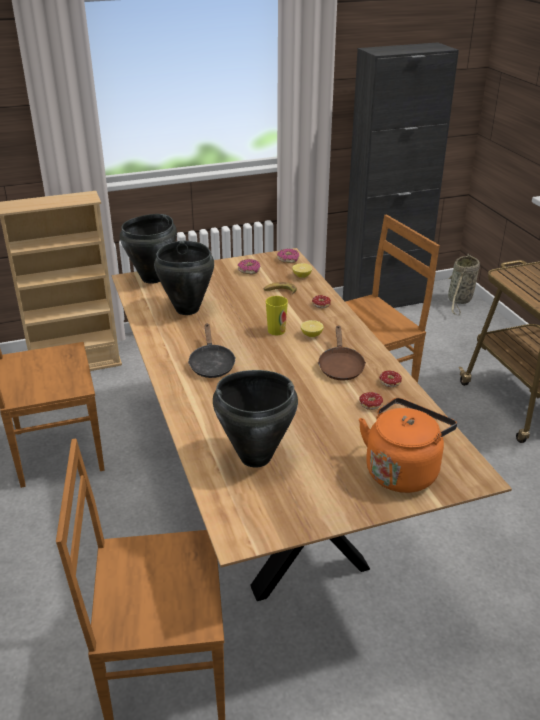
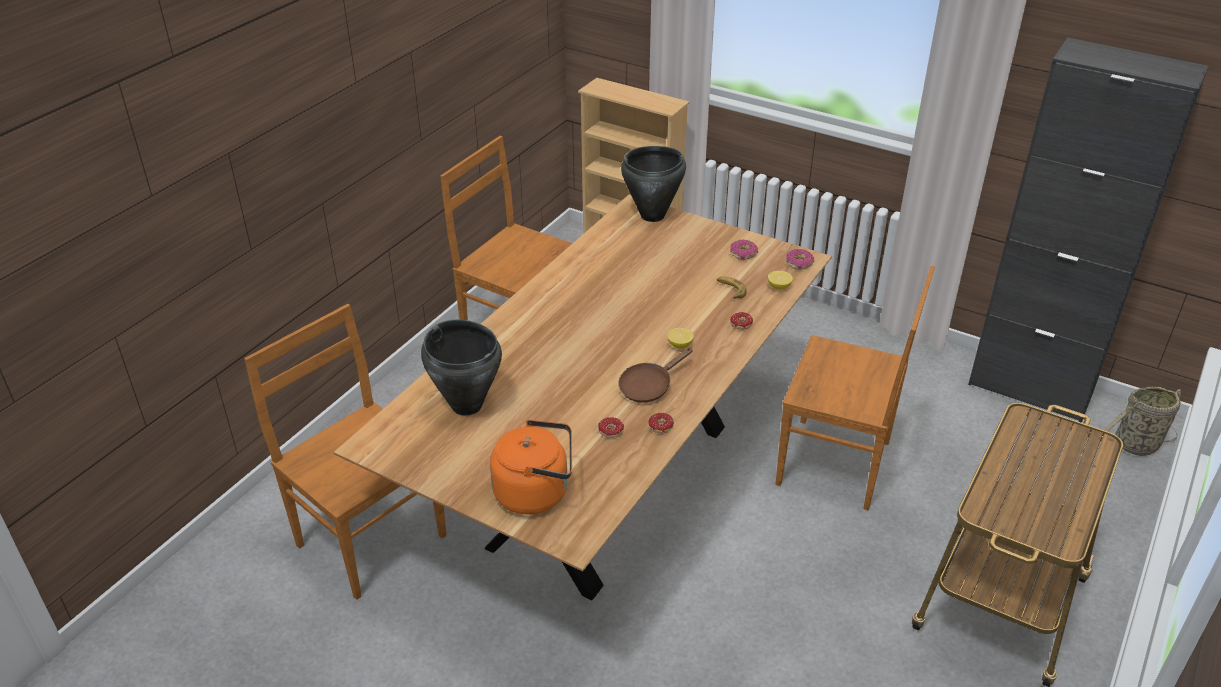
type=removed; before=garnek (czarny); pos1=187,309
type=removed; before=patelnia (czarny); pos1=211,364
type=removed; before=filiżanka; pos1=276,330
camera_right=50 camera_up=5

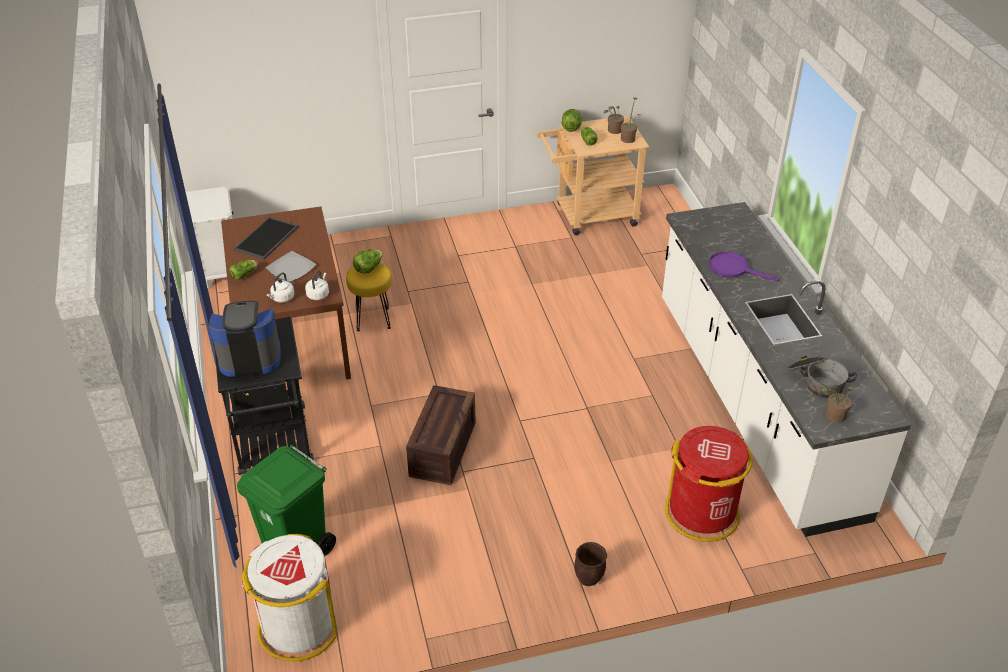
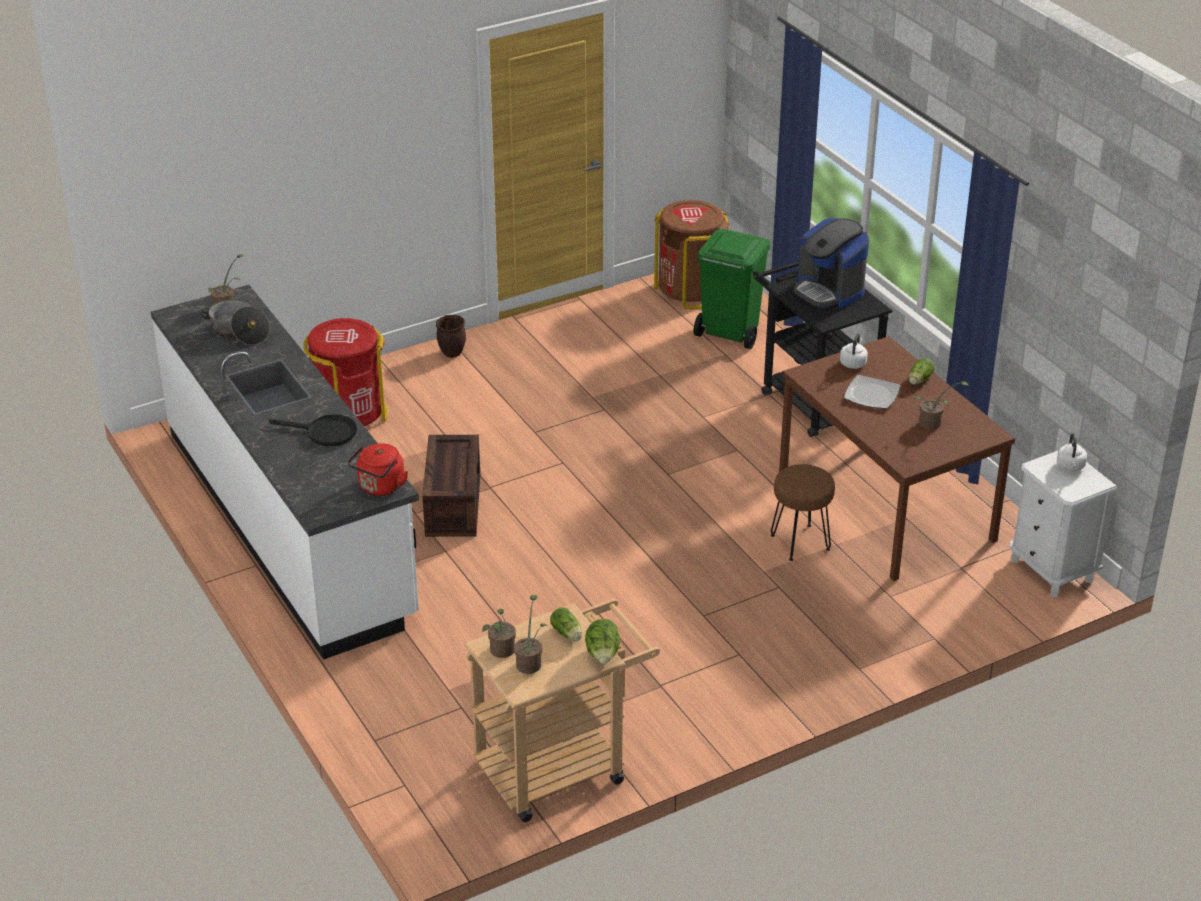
type=turned; before=ekspres do kawy; pos1=249,358; pos2=829,291; turn=75
type=replaced; before=taca; after=roślina doniczkowa; pos1=267,239; pos2=933,424
type=recoloured; before=kosz na śmieci (biały); after=kosz na śmieci (brązowy); pos1=297,626; pos2=690,290
type=moved; before=czajnik (biały); pos1=318,294; pos2=1070,467
type=recoloured; before=stołek (żółty); after=stołek (brązowy); pos1=373,319; pos2=799,542
type=removed; before=sałata; pos1=368,268
type=moved; before=skrzynka; pos1=443,450; pos2=451,504
type=recoloured; before=patelnia (fioletowy); after=patelnia (czarny); pos1=733,269; pos2=324,433
type=added; after=czajnik (czerwony); pos2=380,487
camera_right=165 camera_up=-5

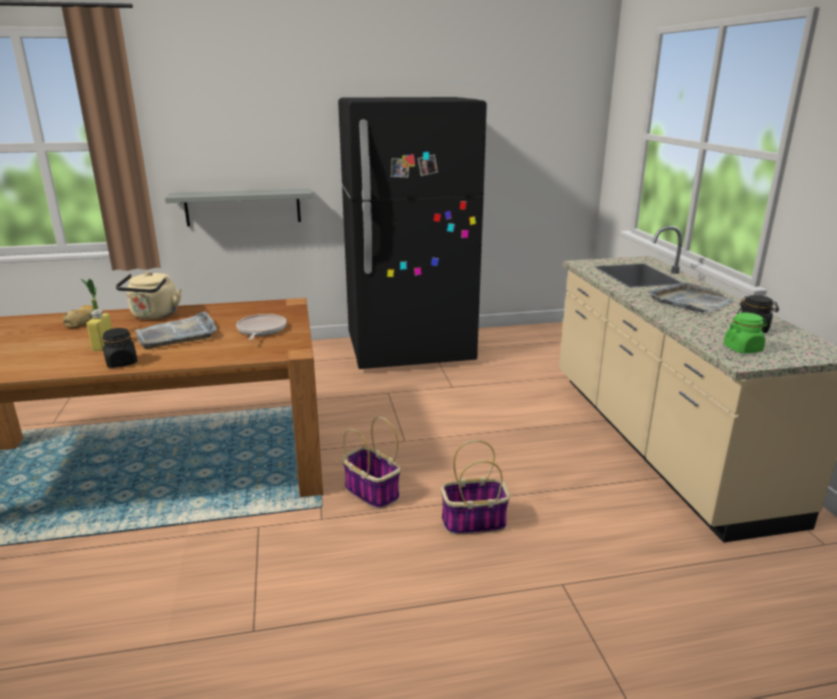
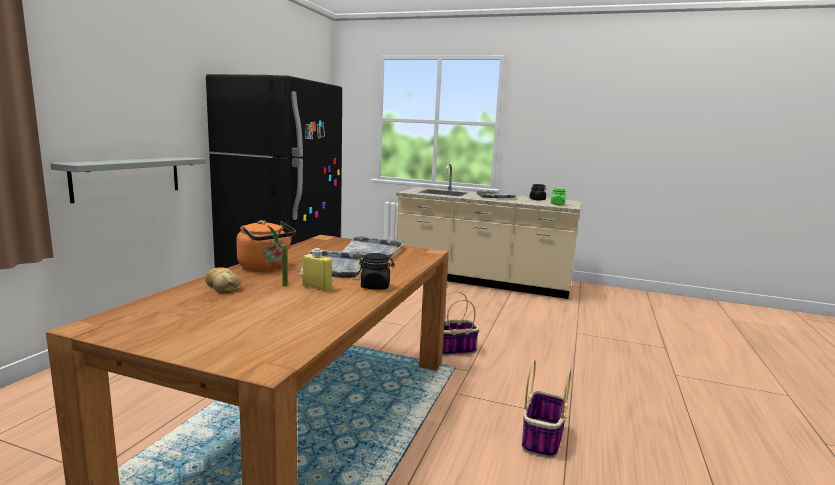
type=recoloured; before=czajnik (beżowy); after=czajnik (pomarańczowy); pos1=154,316; pos2=265,267
type=replaced; before=patelnia; after=taca (szary); pos1=261,330; pos2=372,251
type=moved; before=koszyk; pos1=473,522; pos2=542,439
camera_right=-60 camera_up=-10

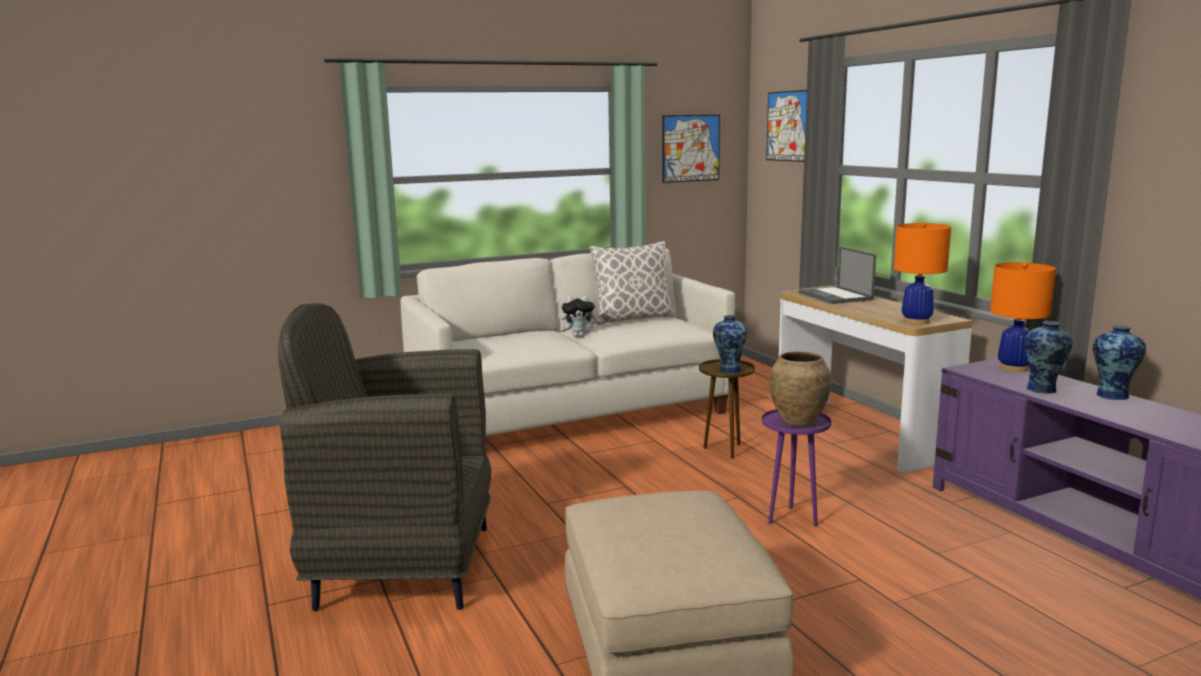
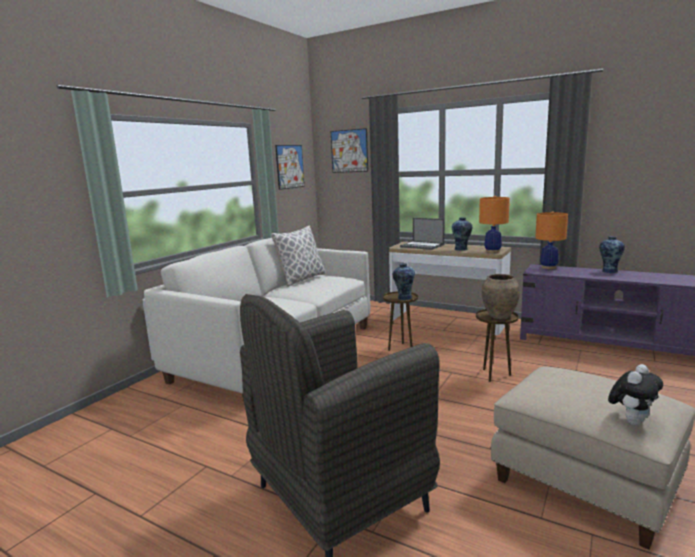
type=moved; before=pluszak; pos1=579,336; pos2=632,421
type=recoloured; before=stolik (fioletowy); after=stolik (brązowy); pos1=792,518; pos2=494,375
type=moved; before=wazon; pos1=1043,390; pos2=461,249
camera_right=-35 camera_up=0

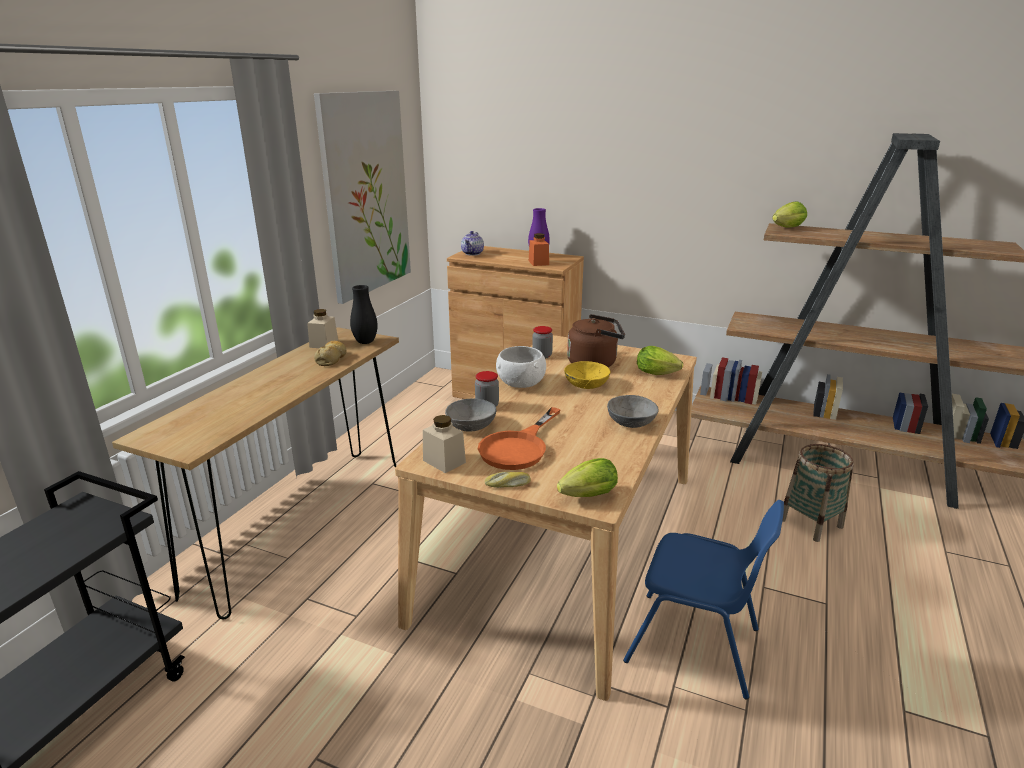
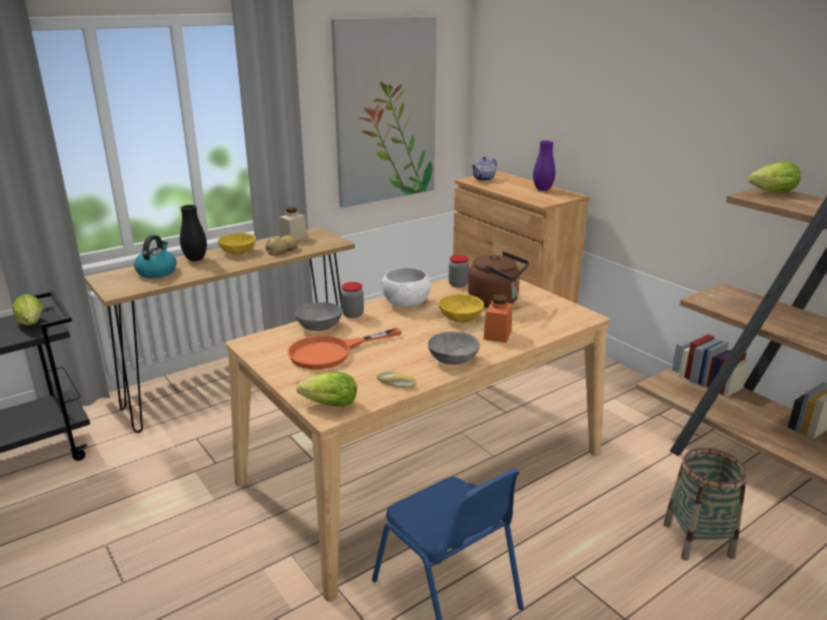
type=moved; before=wazon (czarny); pos1=365,342; pos2=195,259
type=removed; before=słoik (beżowy); pos1=444,461
type=moved; before=chleb; pos1=507,485; pos2=396,384
type=moved; before=słoik (pomarańczowy); pos1=538,263; pos2=497,334
type=moved; before=sałata; pos1=659,374; pos2=32,324
type=added; after=czajnik; pos2=157,272
type=added; after=miska (żółty); pos2=238,251
camera_right=30 camera_up=0

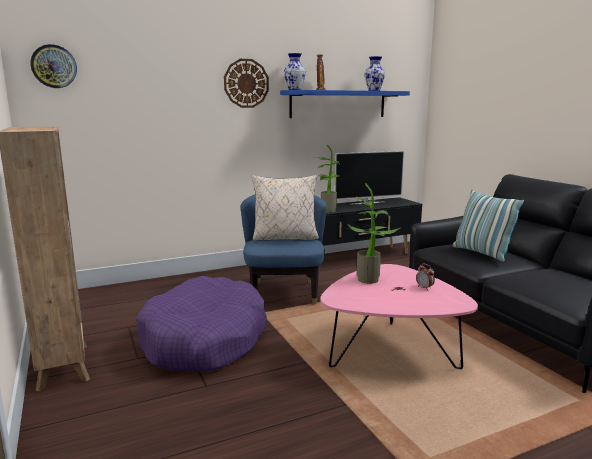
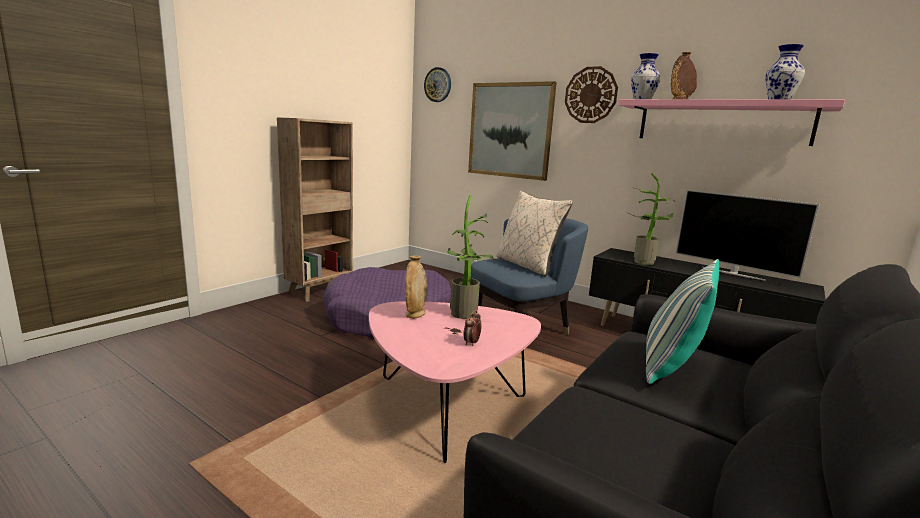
type=recoloured; before=półka (niebieski); after=półka (różowy); pos1=338,104; pos2=722,122
type=added; after=wazon (beżowy); pos2=415,314
type=added; after=obraz; pos2=510,130
camera_right=60 camera_up=0

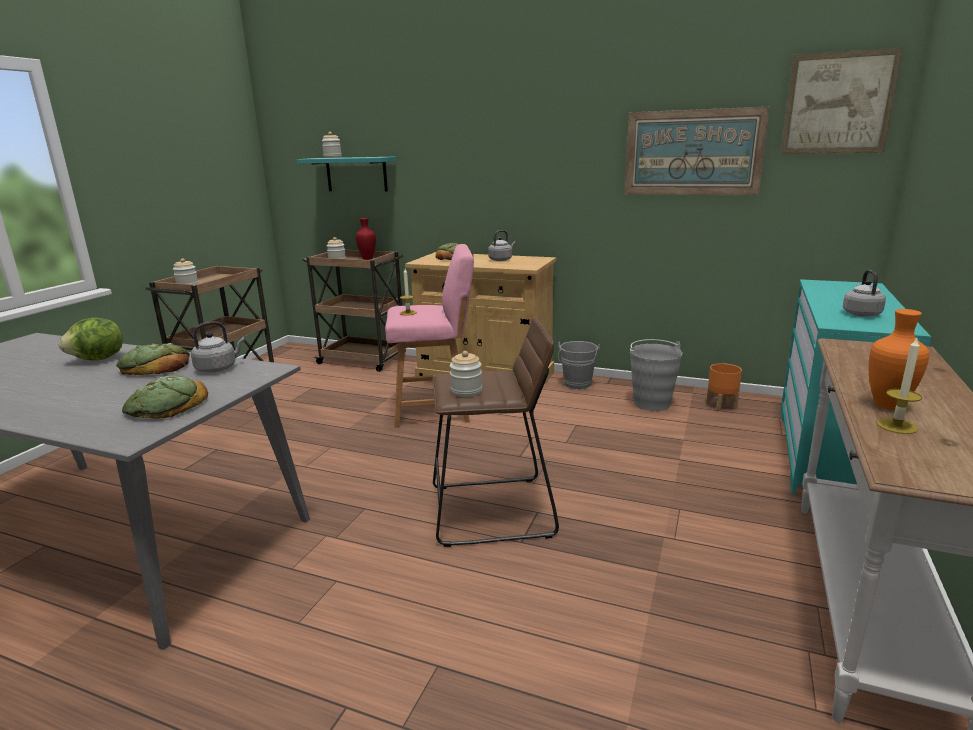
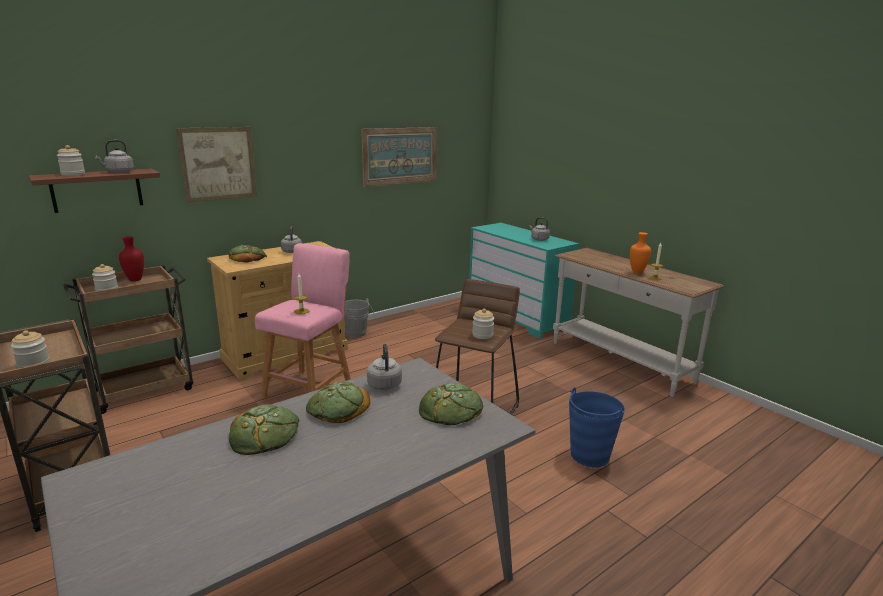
type=replaced; before=sałata; after=chleb; pos1=98,359; pos2=264,434
type=recoloured; before=półka (turkusowy); after=półka (brązowy); pos1=356,174; pos2=97,190
type=removed; before=wiadro (szary); pos1=651,403
type=removed; before=donica (pomarańczowy); pos1=722,405
type=moved; before=obraz; pos1=838,103; pos2=218,164
type=added; after=czajnik (szary); pos2=118,172
type=added; after=wiadro (niebieski); pos2=589,455
camera_right=-60 camera_up=0

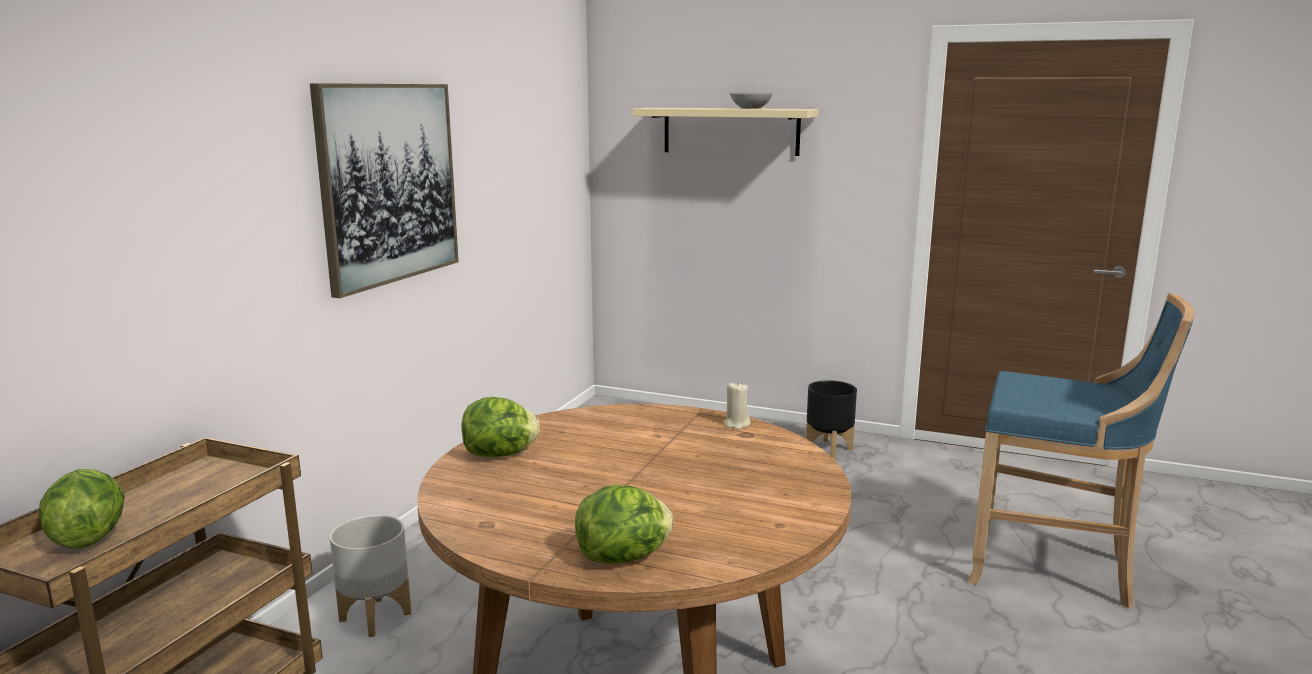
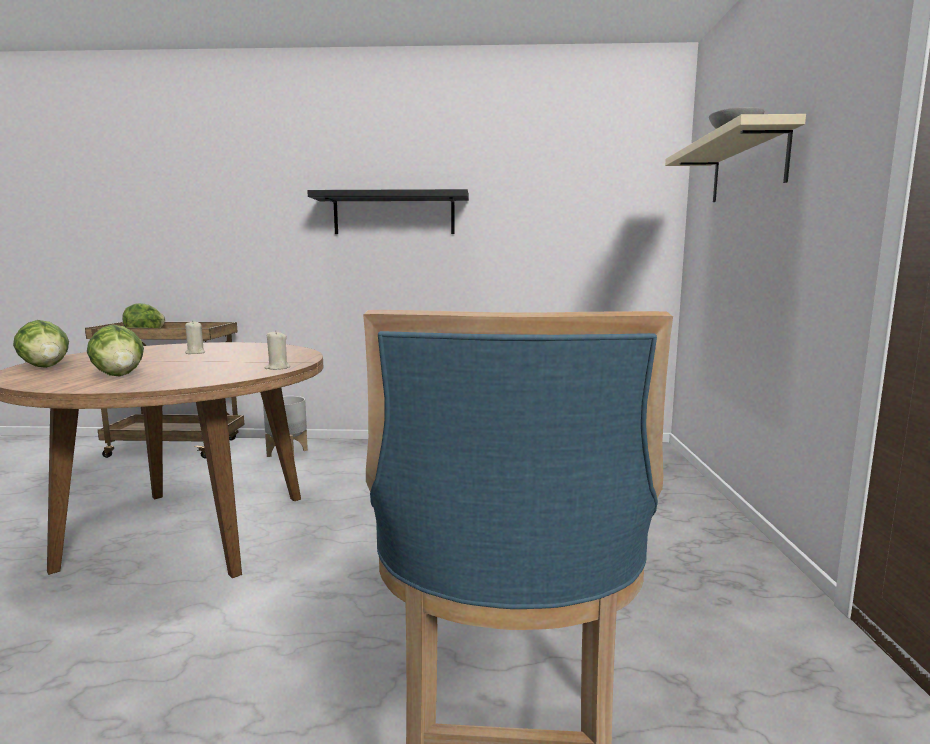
type=replaced; before=obraz; after=półka (czarny); pos1=389,183; pos2=394,214
type=moved; before=sałata; pos1=500,454; pos2=119,375
type=removed; before=donica (czarny); pos1=829,449
type=added; after=świeca (beżowy); pos2=195,353
camera_right=70 camera_up=-5

